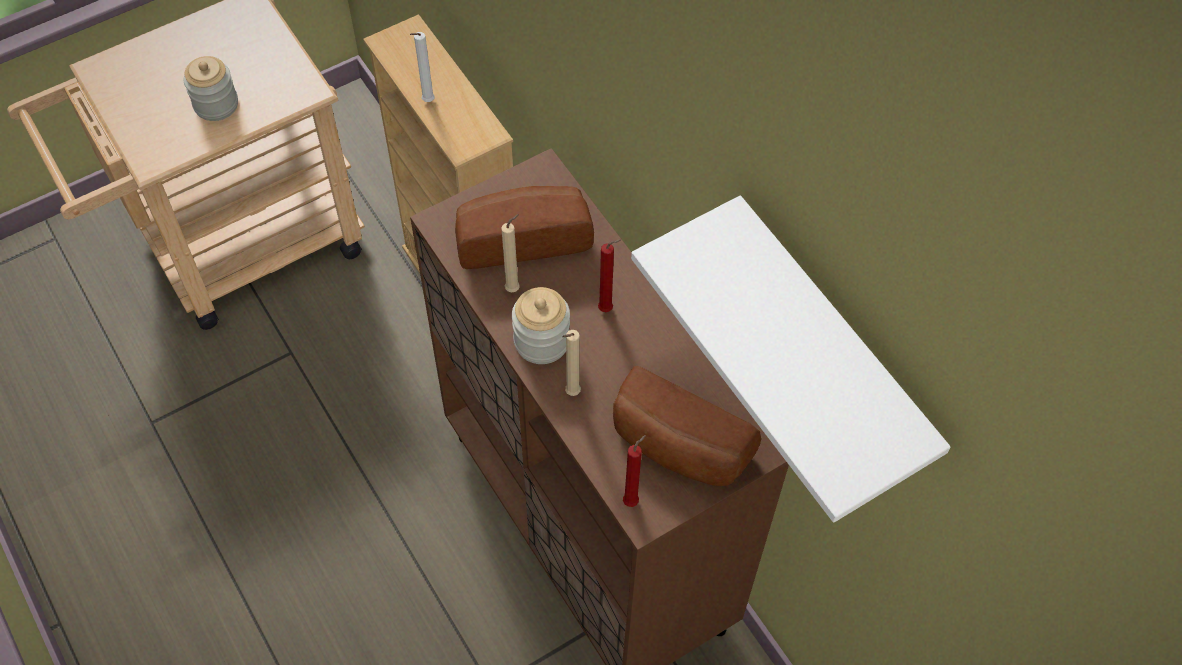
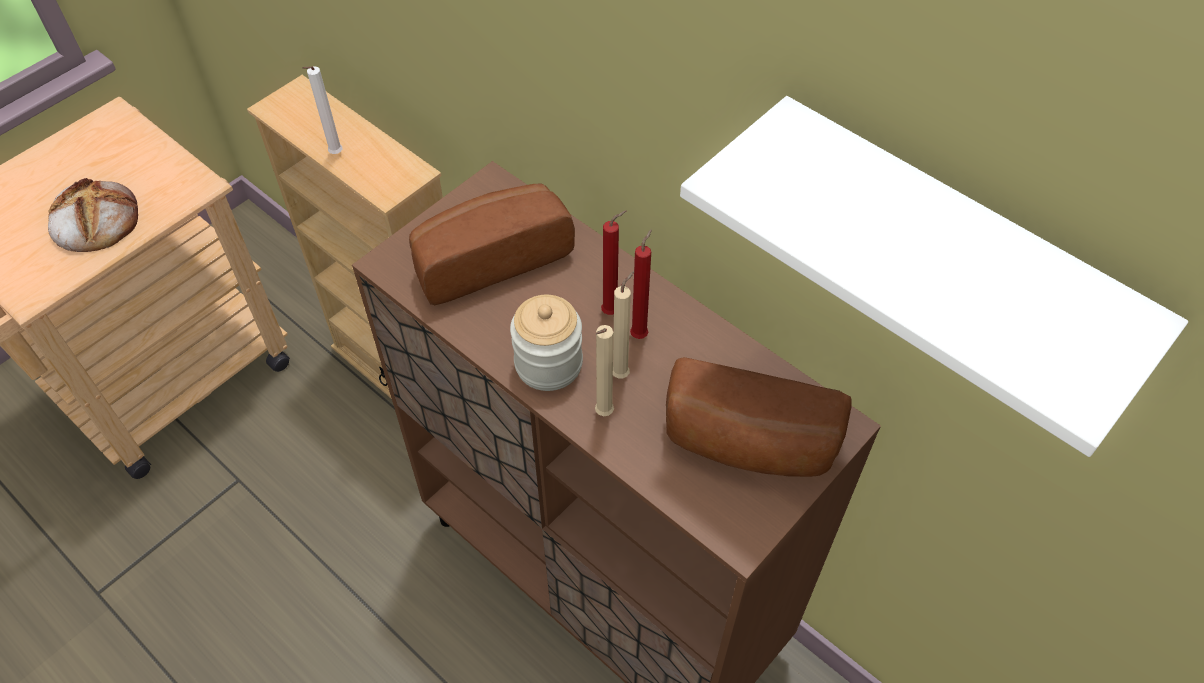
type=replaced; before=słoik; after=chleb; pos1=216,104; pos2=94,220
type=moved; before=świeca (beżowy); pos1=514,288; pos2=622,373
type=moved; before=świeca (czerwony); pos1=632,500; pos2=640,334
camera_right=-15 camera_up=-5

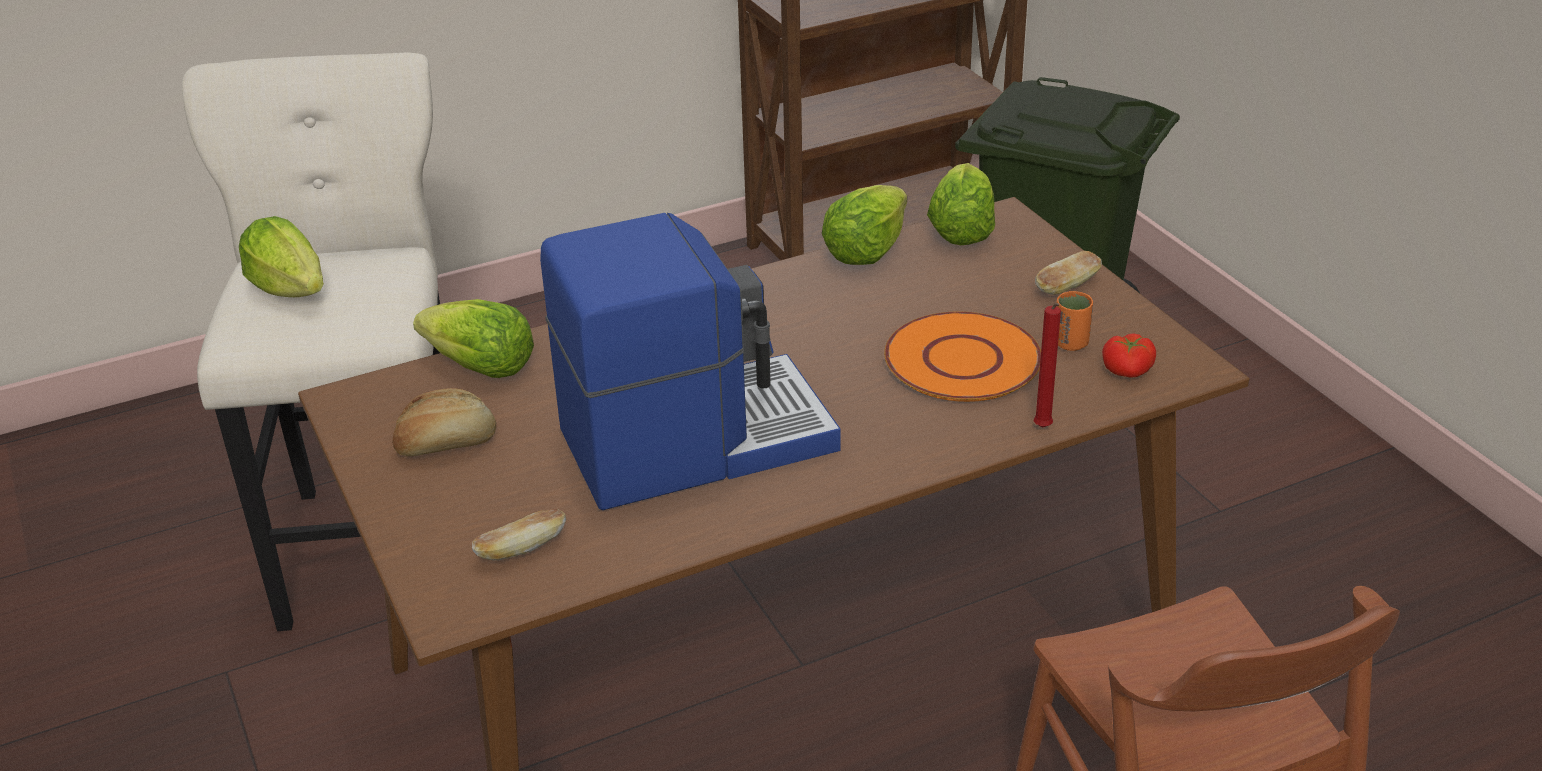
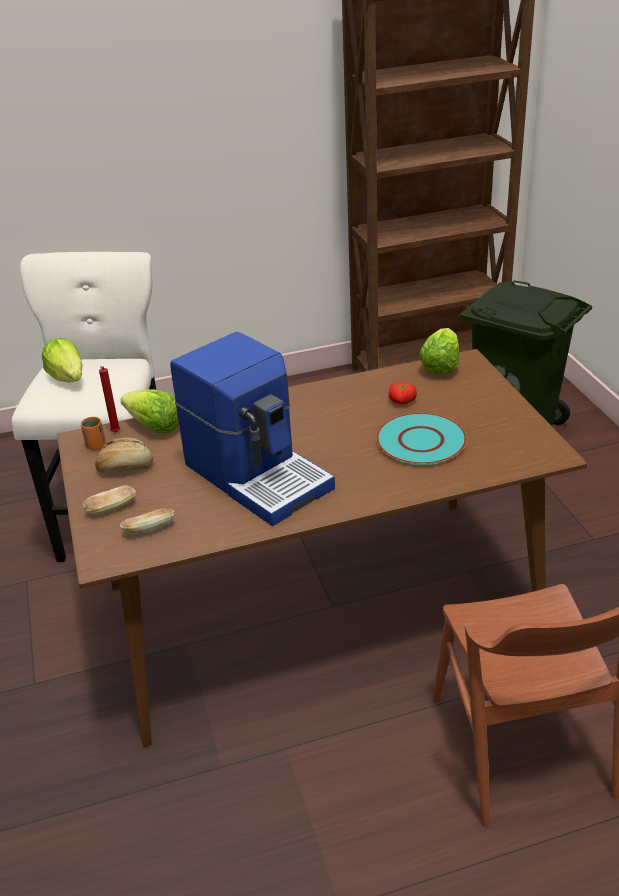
type=turned; before=ekspres do kawy; pos1=694,439; pos2=258,475; turn=60
type=removed; before=sałata; pos1=865,251
type=recoloured; before=talerz (pomarańczowy); after=talerz (turkusowy); pos1=961,359; pos2=420,440
type=moved; before=świeca (czerwony); pos1=1043,429; pos2=115,433
type=moved; before=chleb; pos1=1067,287; pos2=111,508
type=moved; before=filiżanka (pomarańczowy); pos1=1070,343; pos2=96,446
type=moved; before=pomidor; pos1=1128,370; pos2=402,401
camera_right=10 camera_up=0

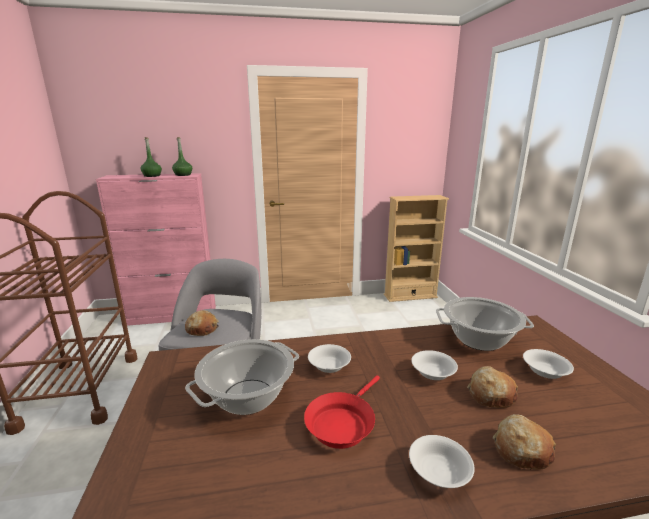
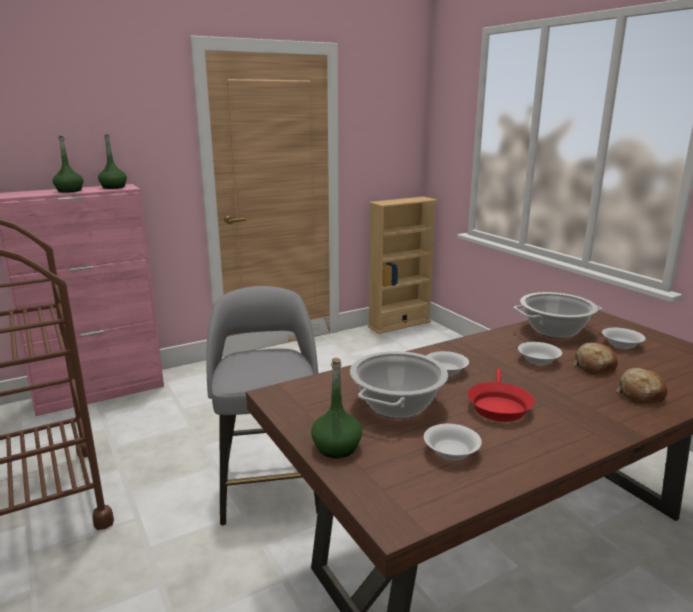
type=removed; before=chleb; pos1=202,329
type=moved; before=miska (biały); pos1=438,472; pos2=450,452
type=added; after=butelka (zielony); pos2=337,447
camera_right=-20 camera_up=0

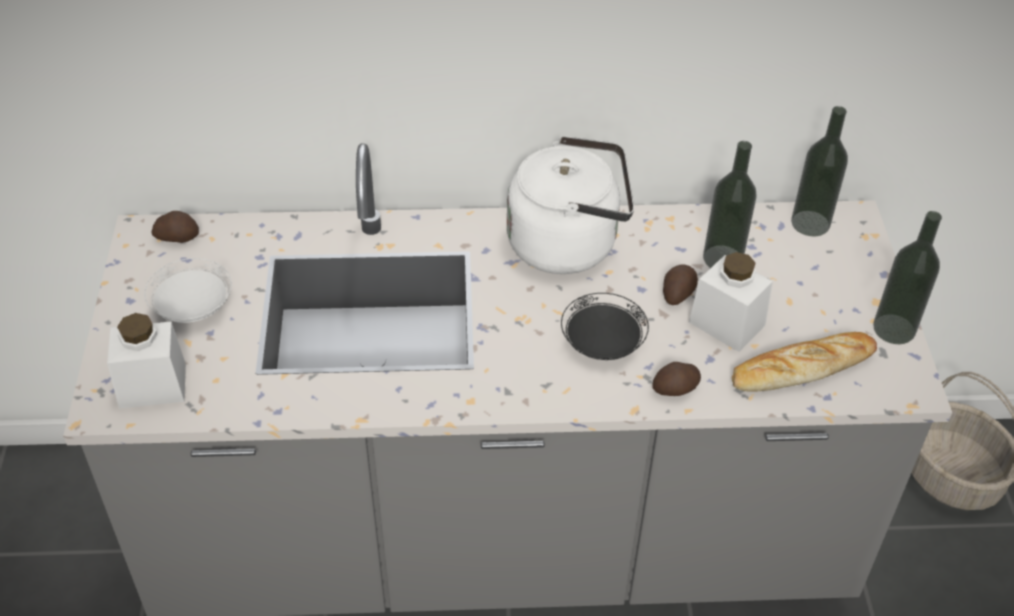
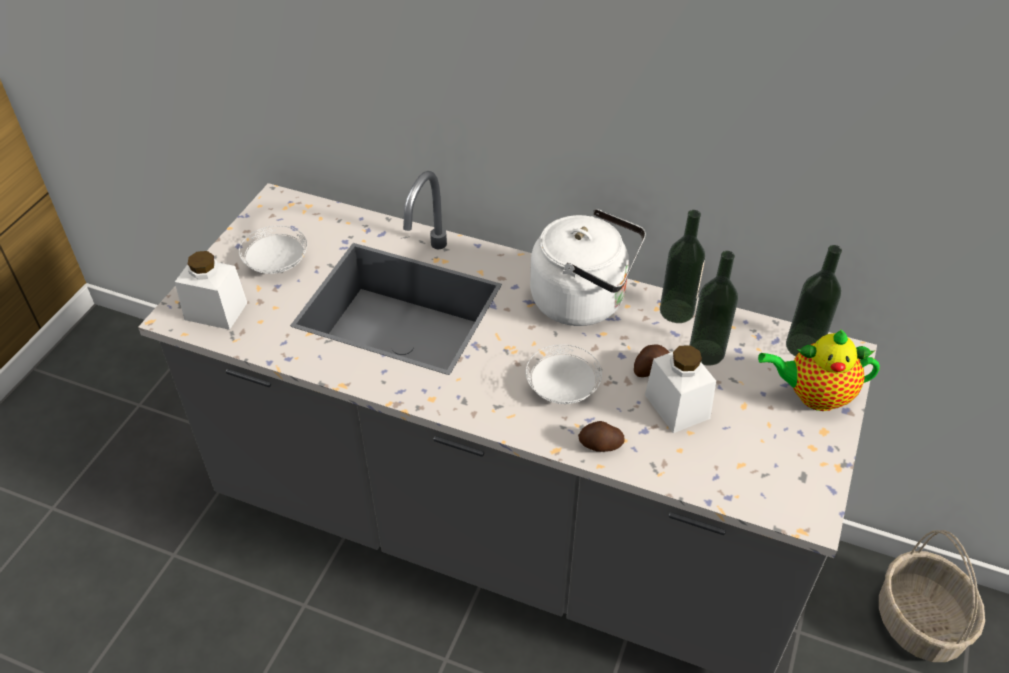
type=removed; before=ziemniak; pos1=177,236
type=recoloured; before=talerz (czarny); after=talerz (biały); pos1=603,344; pos2=562,389
type=removed; before=chleb; pos1=801,368
type=moved; before=butelka; pos1=894,329; pos2=676,311
type=added; after=imbryk; pos2=813,395
camera_right=25 camera_up=0

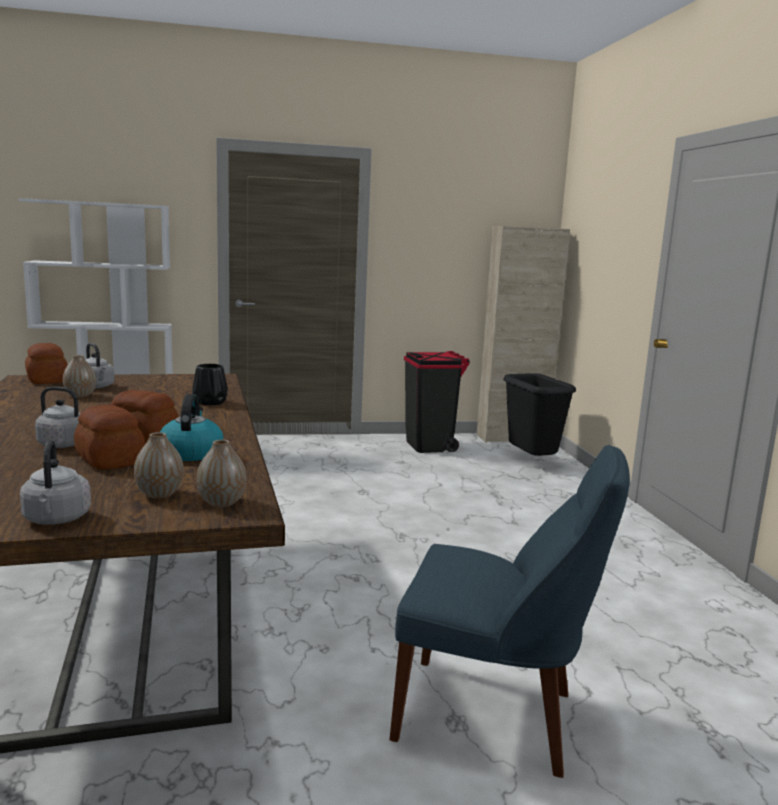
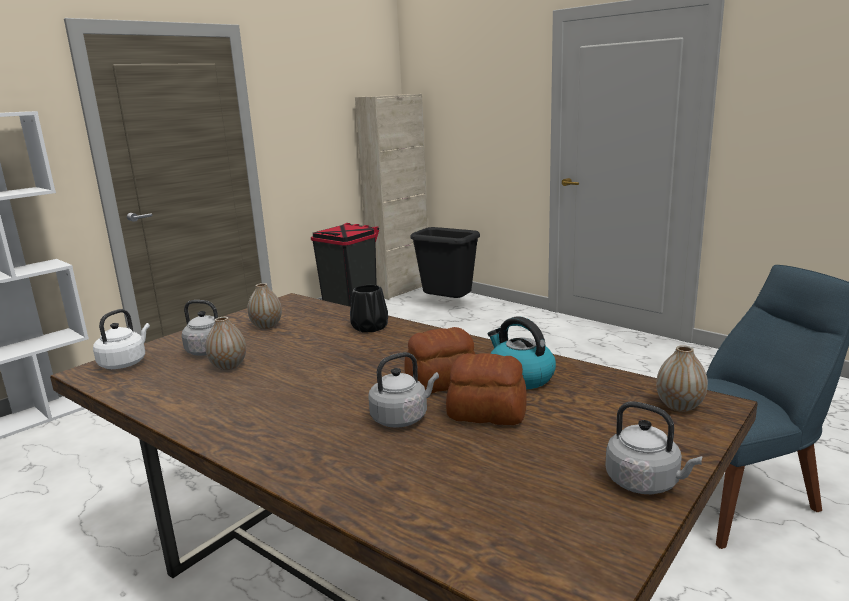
type=replaced; before=chleb; after=czajnik (biały); pos1=48,379; pos2=125,363
type=moved; before=wazon; pos1=159,494; pos2=266,326
camera_right=-35 camera_up=5

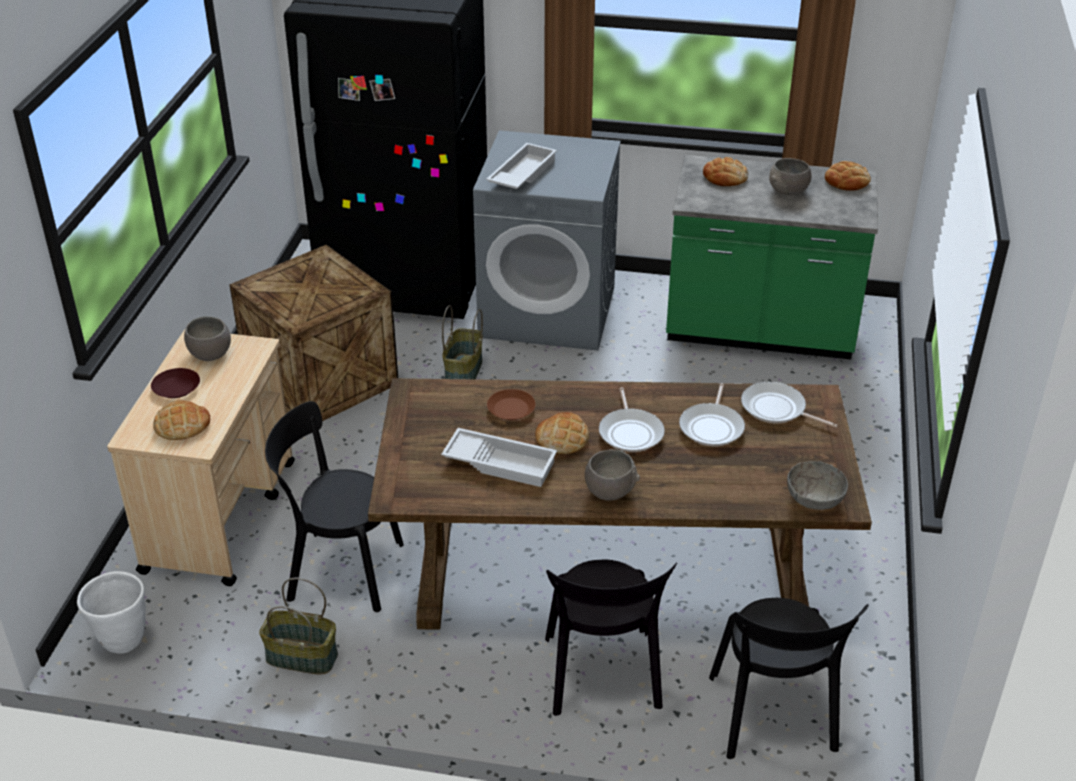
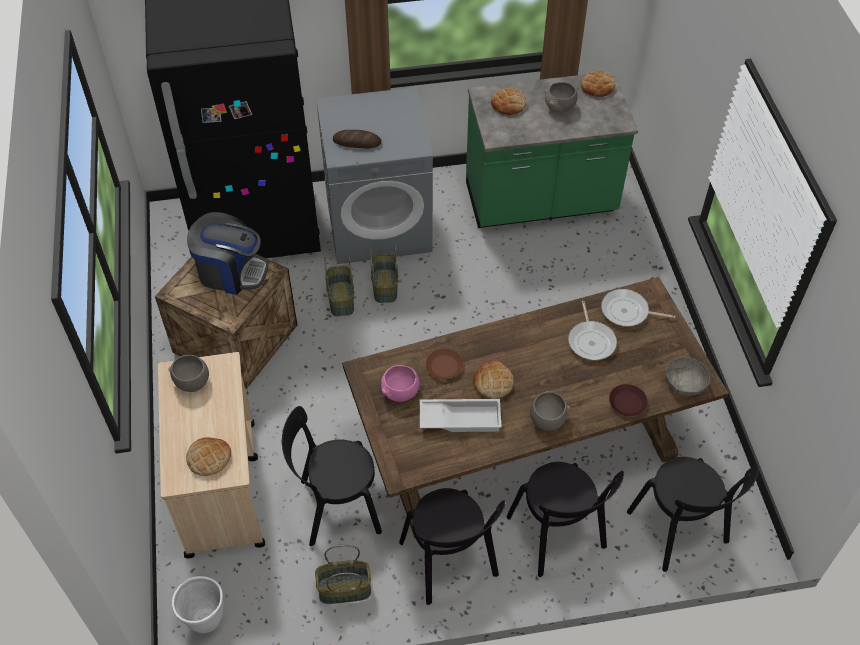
type=moved; before=talerz (brązowy); pos1=177,387; pos2=627,402
type=replaced; before=taca (biały); after=chleb; pos1=521,174; pos2=357,142
type=removed; before=patelnia; pos1=631,432
type=added; after=ekspres do kawy; pos2=231,272
type=added; after=koszyk; pos2=384,286
type=added; after=miska (różowy); pos2=400,392
type=added; after=krzesło (czarny); pos2=450,563
camera_right=-20 camera_up=15

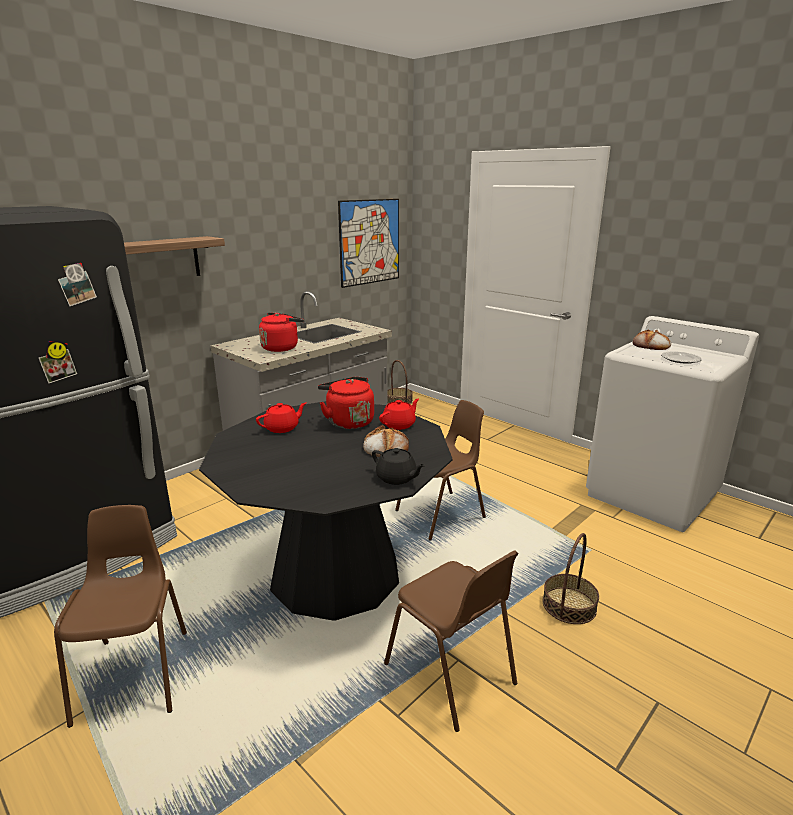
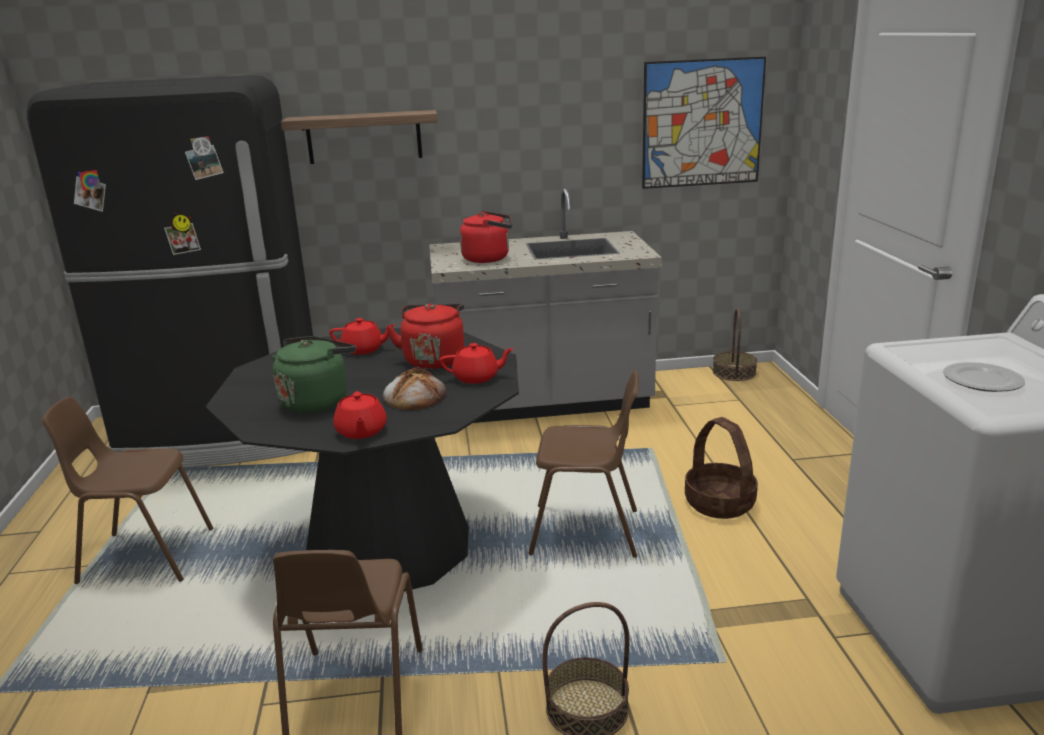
type=turned; before=krzesło (brązowy); pos1=135,674; pos2=145,555; turn=-120
type=recoloured; before=imbryk (czarny); after=imbryk (czerwony); pos1=397,478; pos2=361,431
type=removed; before=chleb; pos1=651,345
type=added; after=czajnik (zielony); pos2=317,401
type=added; after=koszyk; pos2=720,503
camera_right=40 camera_up=0

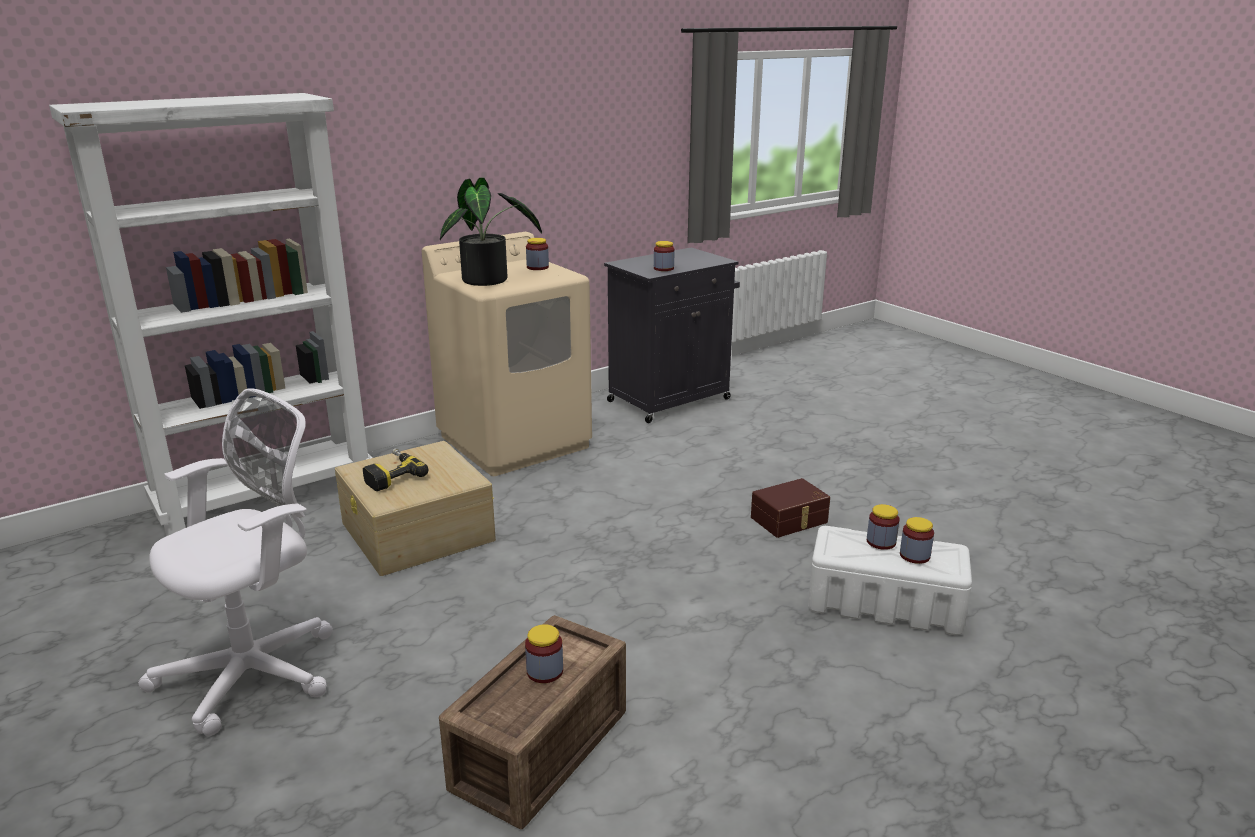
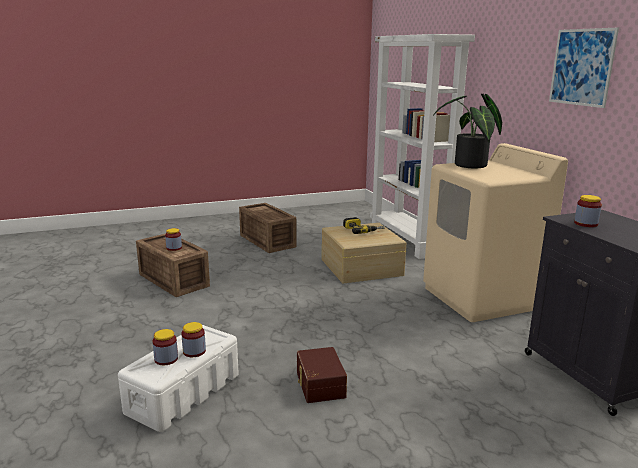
type=replaced; before=krzesło biurowe (biały); after=skrzynka; pos1=257,671; pos2=267,241
type=removed; before=słoik; pos1=537,267
type=added; after=obraz; pos2=581,67
camera_right=105 camera_up=-5

